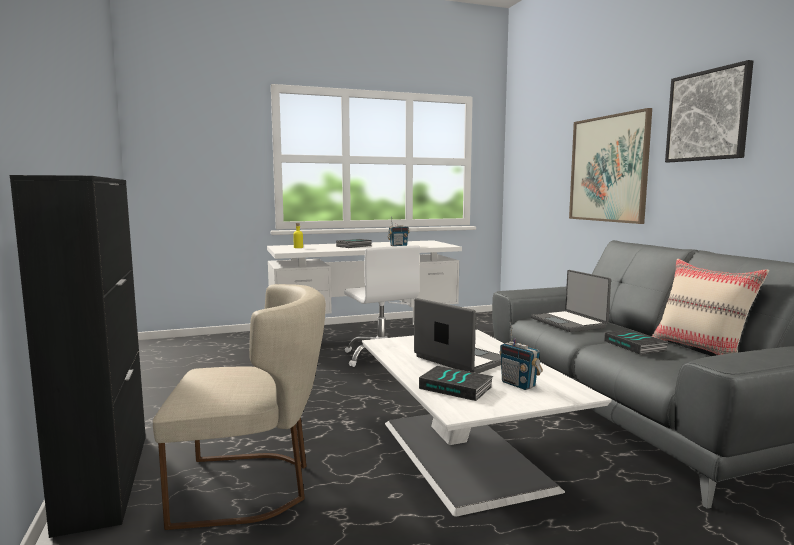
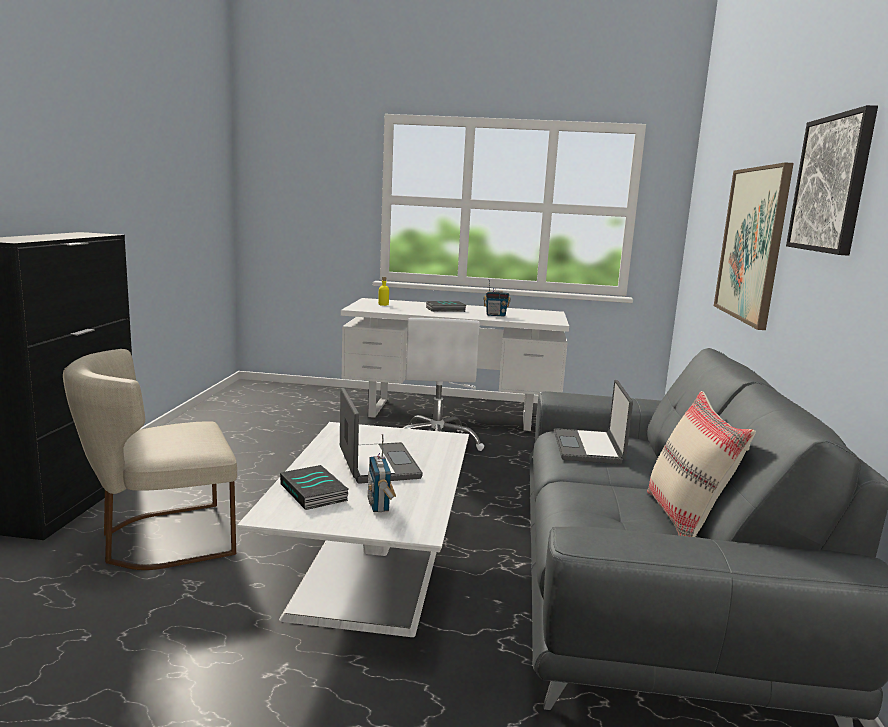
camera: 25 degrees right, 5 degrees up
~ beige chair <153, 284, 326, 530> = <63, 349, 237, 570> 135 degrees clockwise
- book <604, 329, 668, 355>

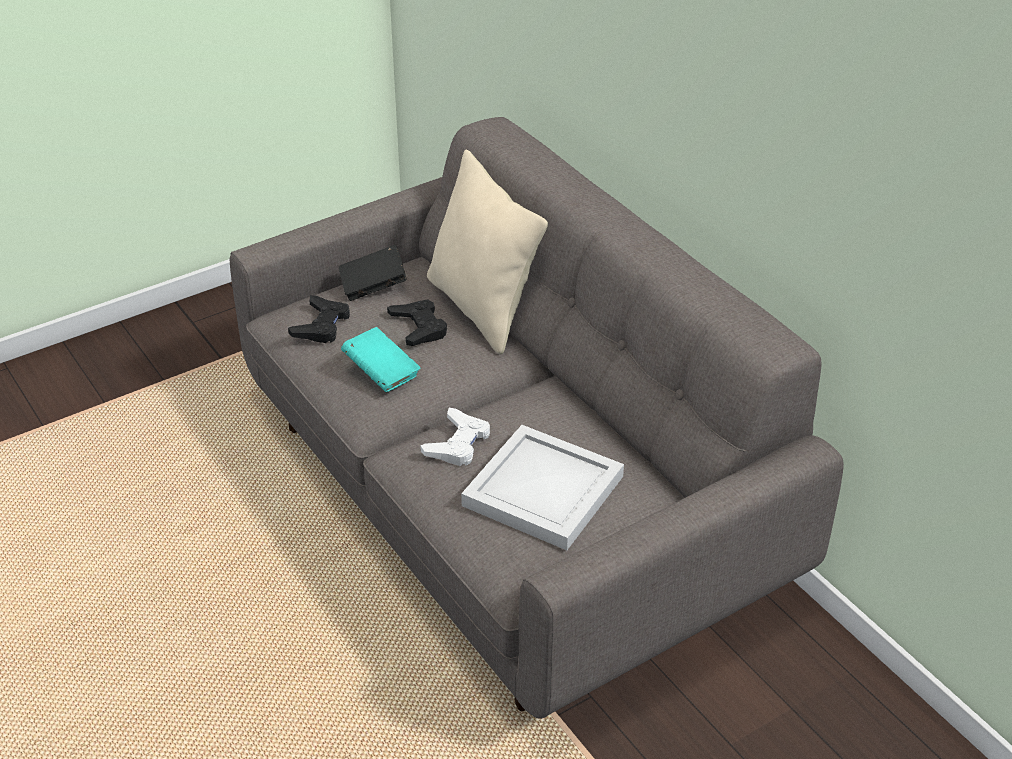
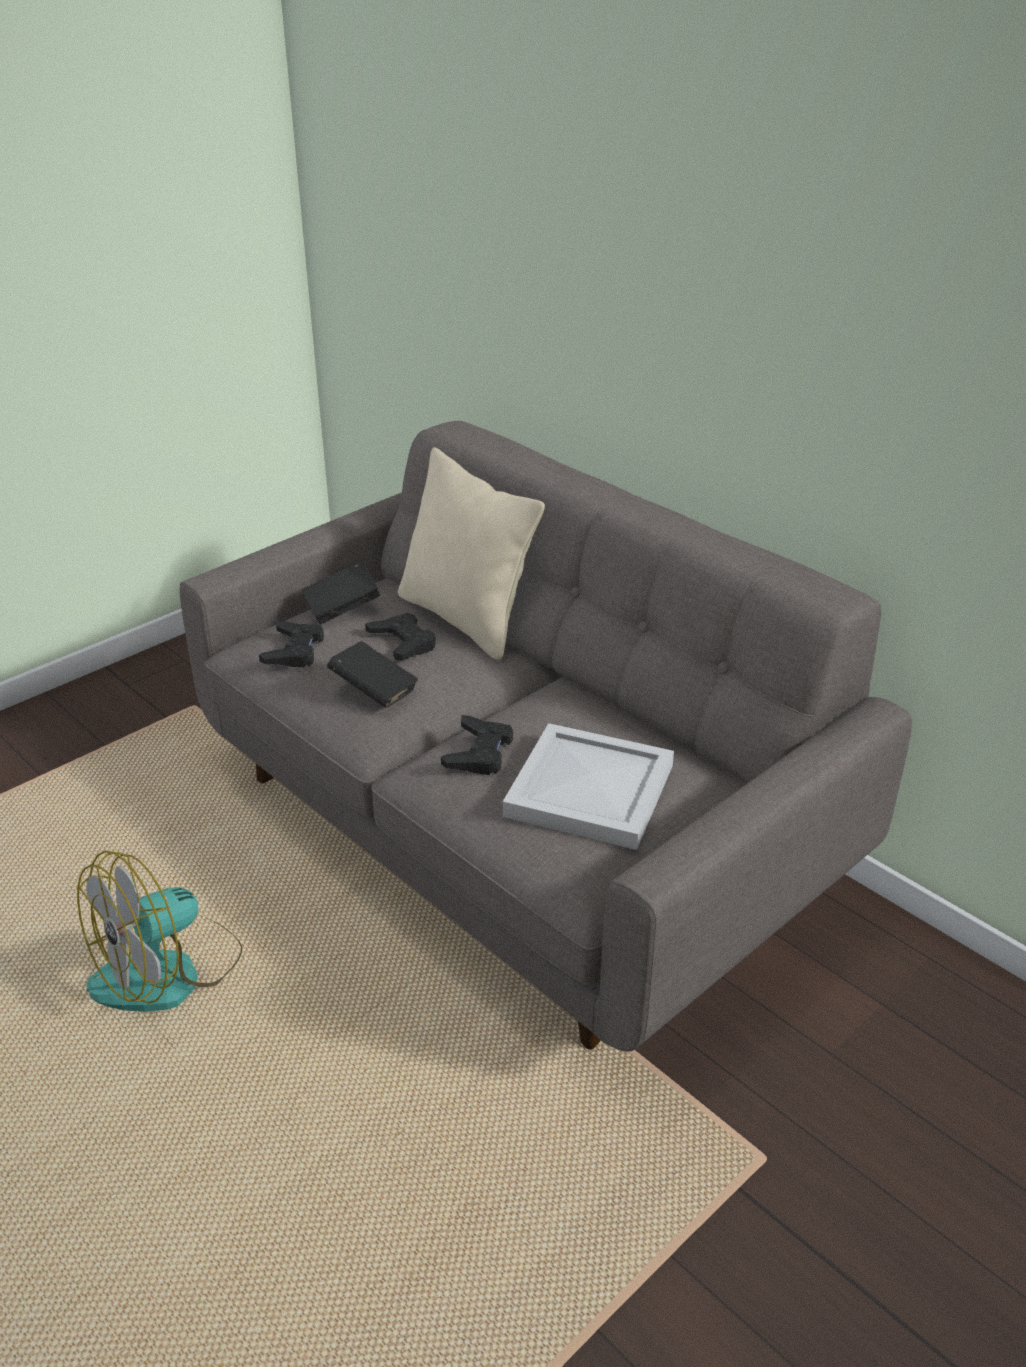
camera: 10 degrees left, 5 degrees down
+ fan <77, 851, 242, 1012>
~ turquoise book <341, 327, 421, 392> to black book <327, 641, 418, 708>
~ white game controller <420, 408, 490, 466> to black game controller <441, 715, 513, 775>

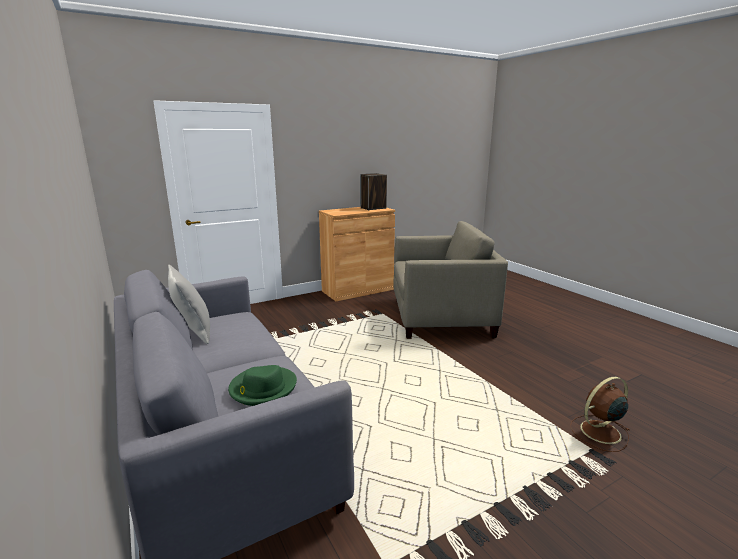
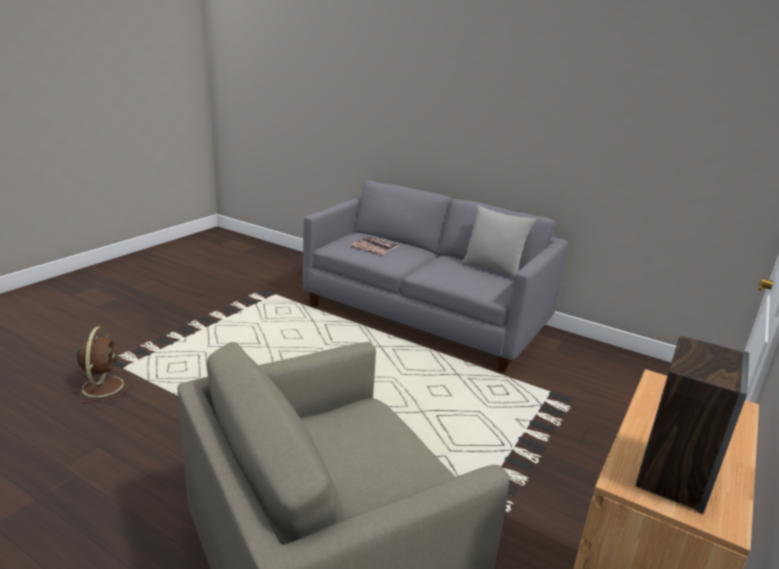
camera: 150 degrees right, 5 degrees up
~ brown fan <570, 377, 629, 452> = <74, 327, 133, 404> 45 degrees counterclockwise
~ green hat <228, 365, 297, 406> to book <350, 236, 399, 255>

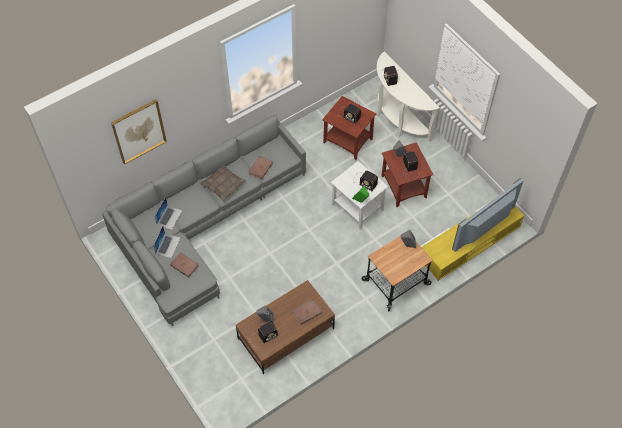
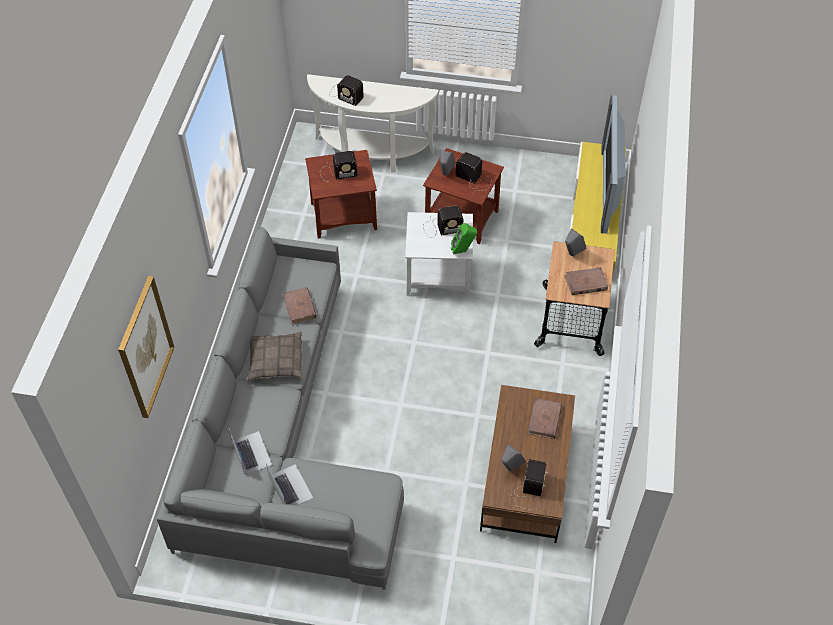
camera: 45 degrees left, 5 degrees down
~ brown book <170, 252, 199, 277> to <564, 267, 608, 295>

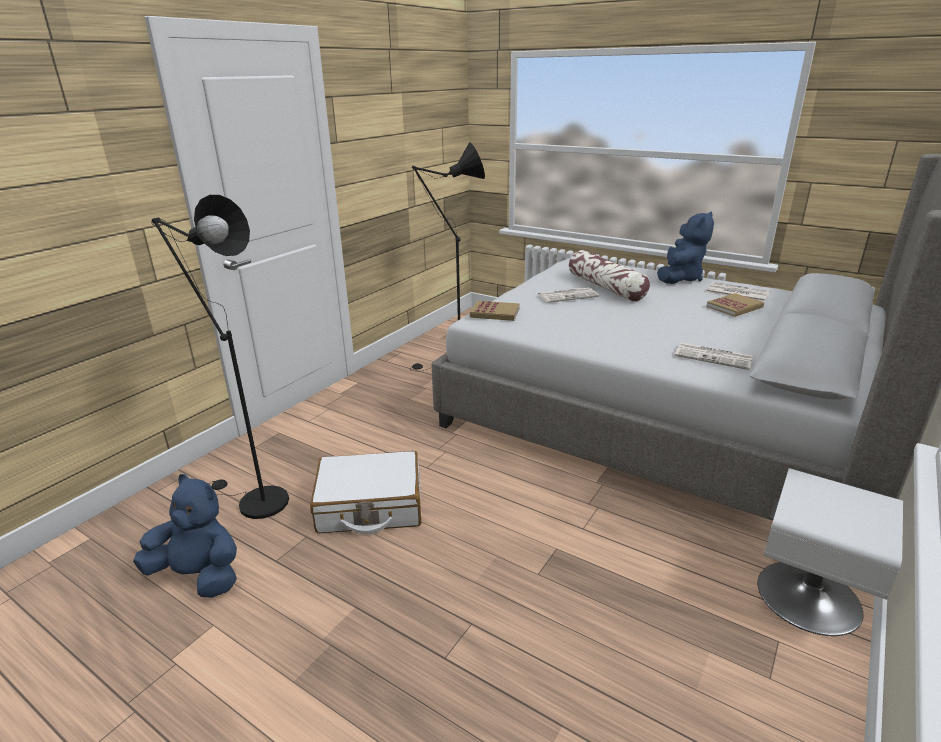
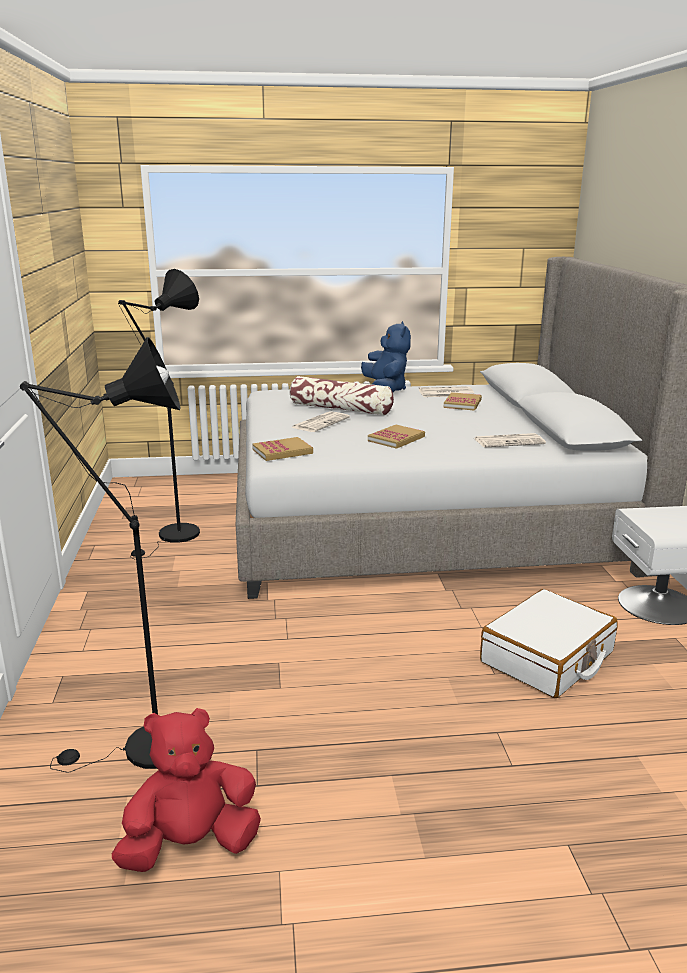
camera: 40 degrees left, 5 degrees down
~ blue plush toy <133, 474, 237, 598> to red plush toy <112, 708, 261, 872>
+ book <368, 425, 425, 449>
~ white suitcase <310, 451, 421, 534> to <480, 589, 618, 698>

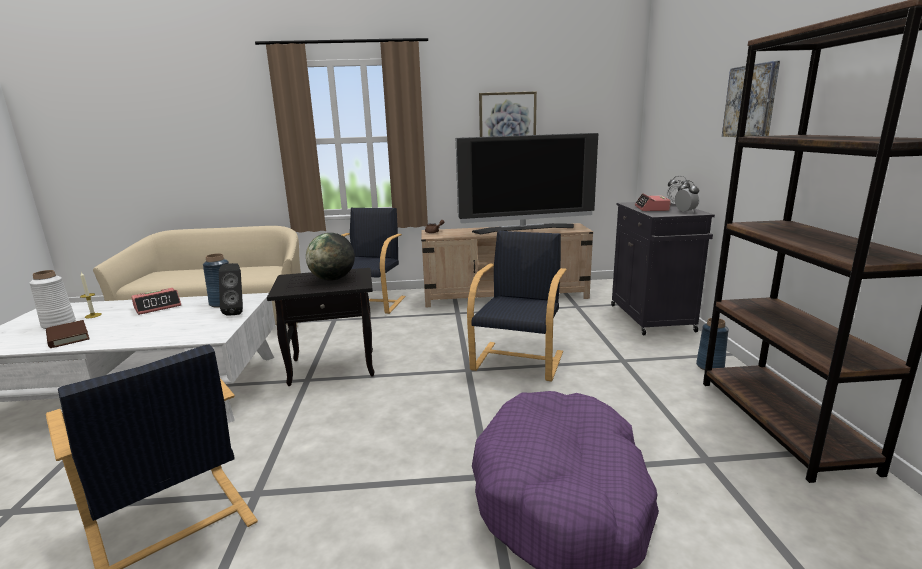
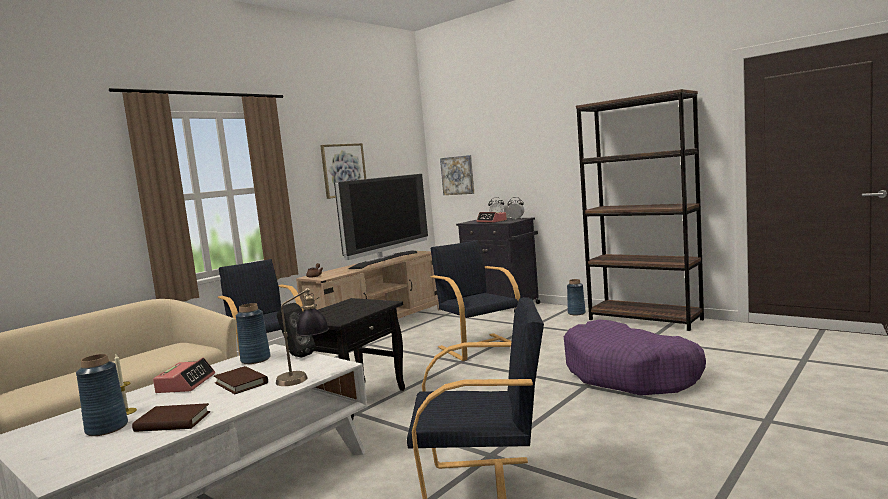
camera: 45 degrees left, 10 degrees down
~ white vase <29, 270, 76, 329> to blue vase <76, 354, 128, 436>
+ brown book <214, 366, 268, 394>
+ table lamp <276, 288, 329, 386>
~ picture <722, 61, 780, 137> to <440, 155, 474, 195>
- globe <306, 233, 355, 281>

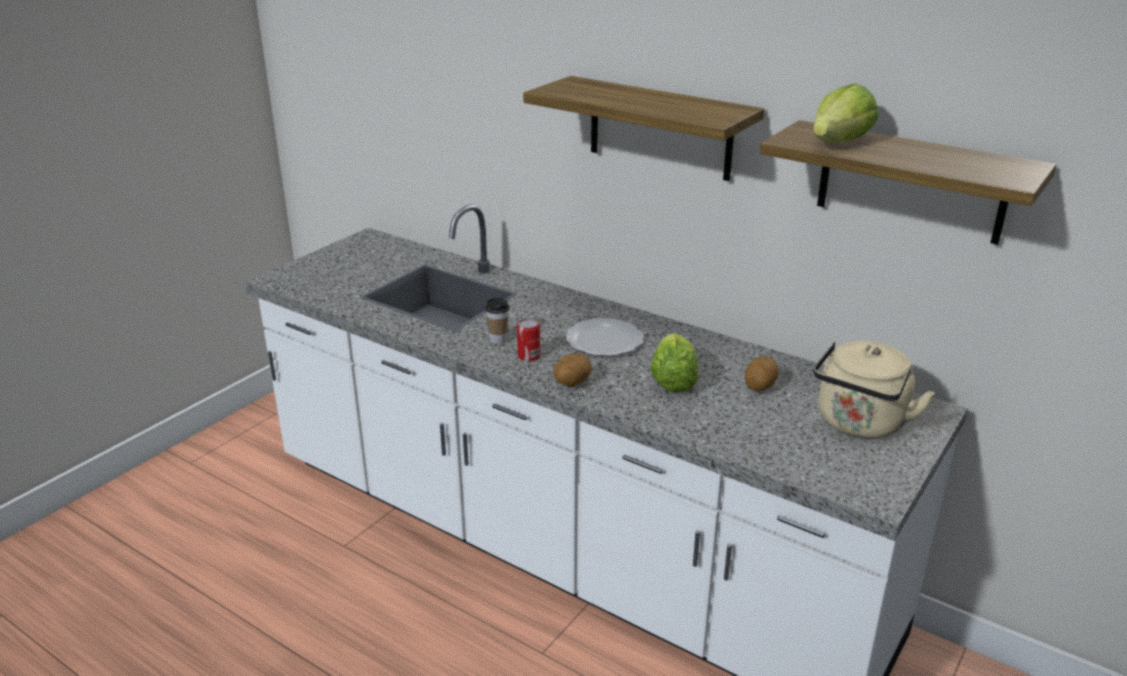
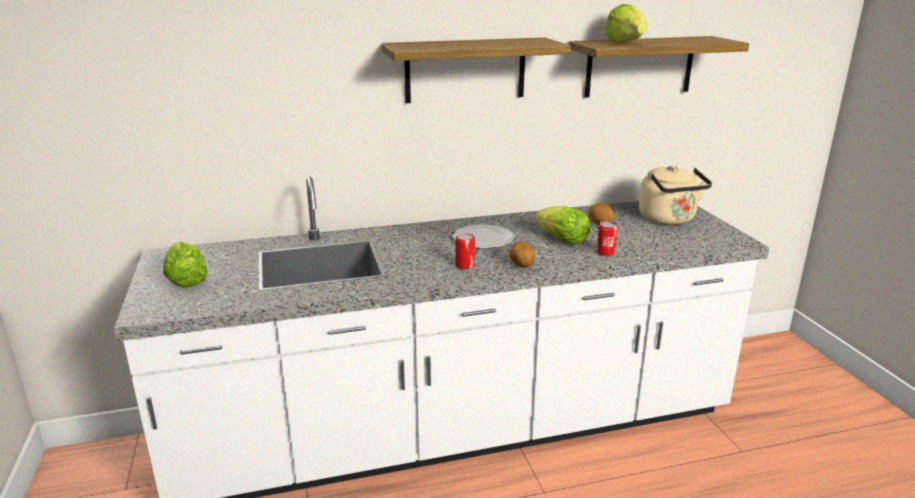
camera: 50 degrees left, 5 degrees down
+ lettuce <163, 241, 208, 288>
+ can <597, 221, 618, 256>
- cup <485, 298, 509, 344>

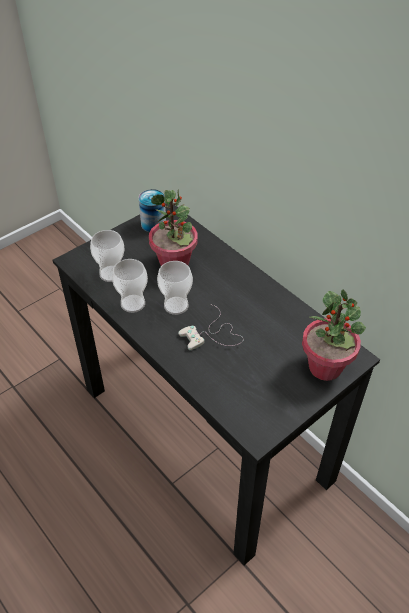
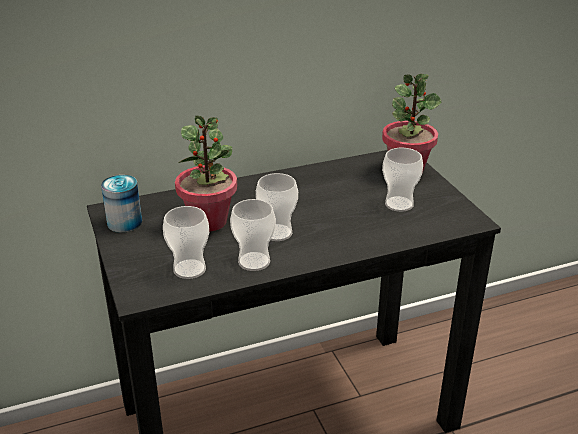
camera: 70 degrees left, 15 degrees down
+ cup <382, 148, 423, 212>
- white game controller <178, 304, 244, 350>

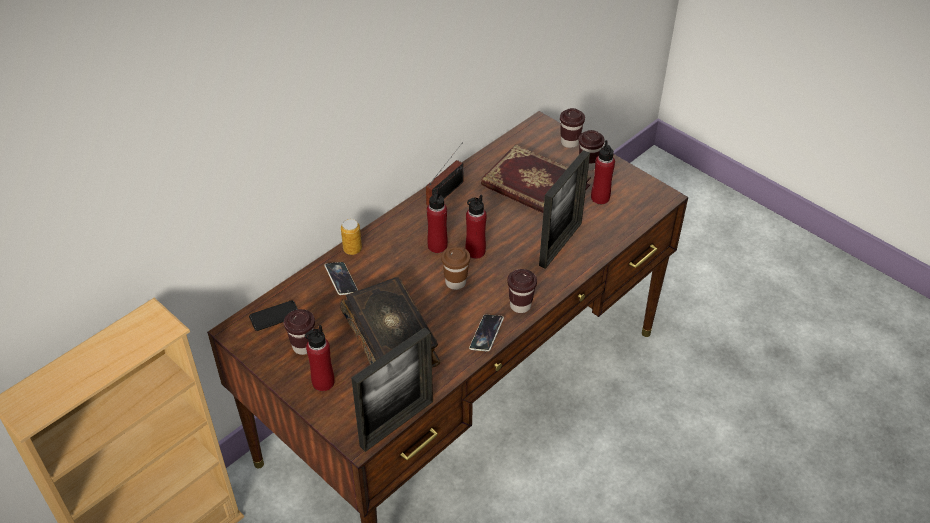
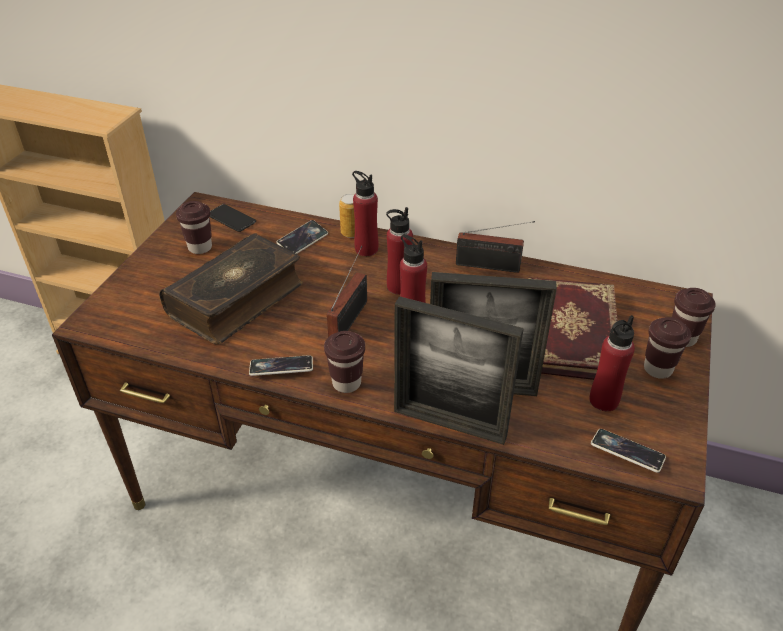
camera: 65 degrees right, 5 degrees down
~ brown cup <441, 246, 470, 290> to radio <327, 246, 367, 337>
~ red bottle <305, 325, 334, 391> to <352, 171, 378, 256>
~ picture frame <351, 327, 433, 452> to <394, 296, 524, 445>
+ phone <591, 429, 666, 473>

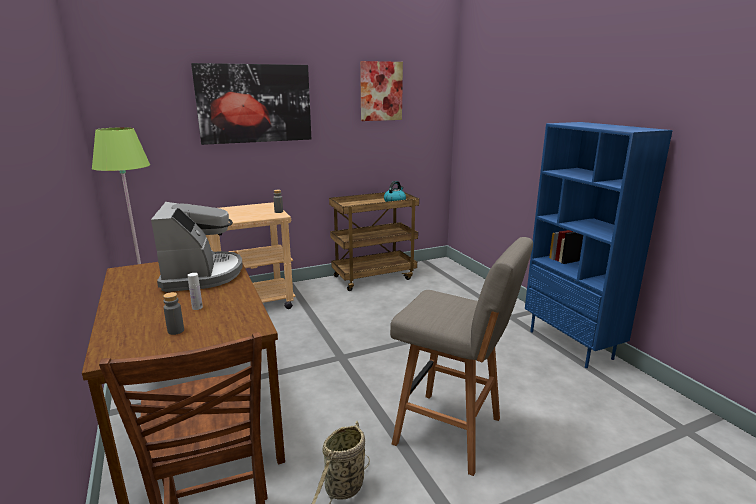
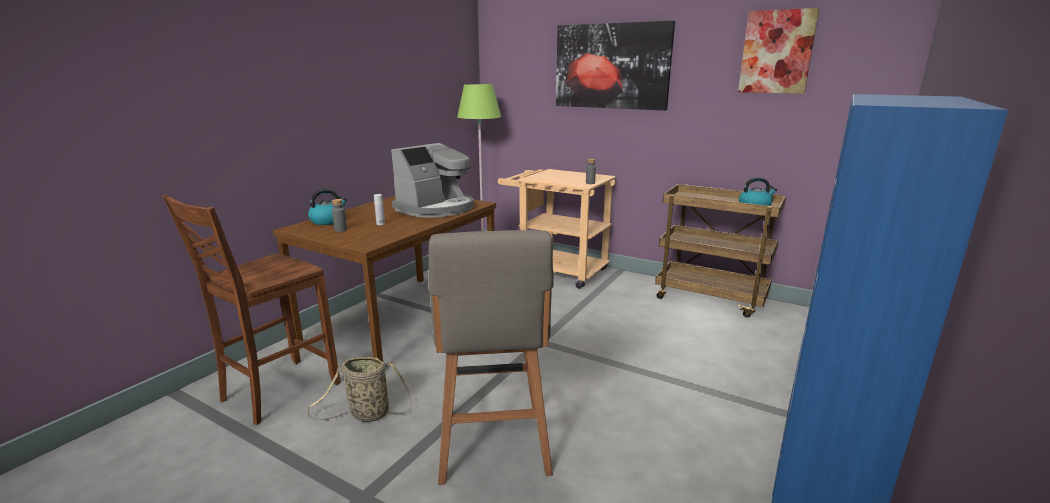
camera: 55 degrees right, 0 degrees up
+ kettle <308, 189, 347, 225>

